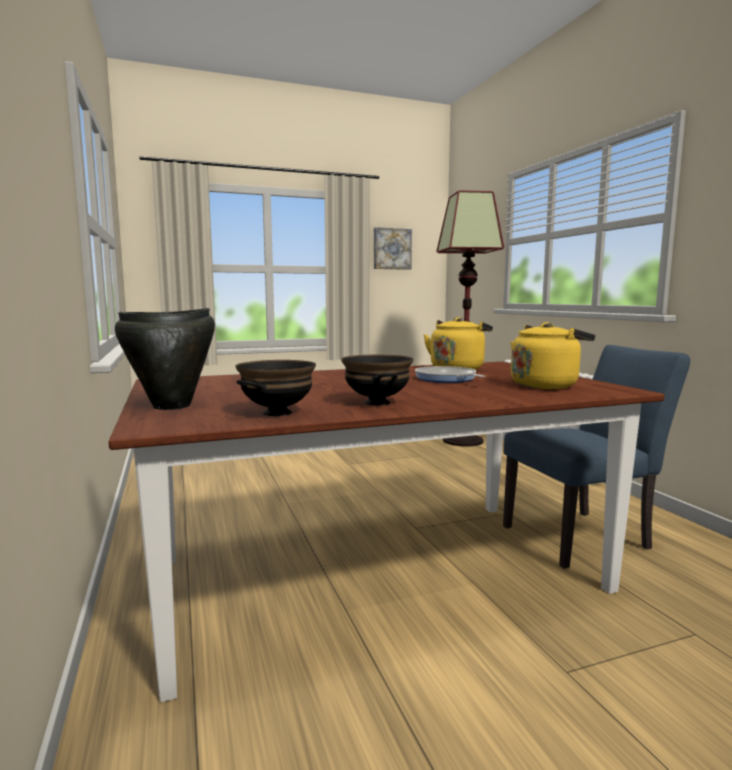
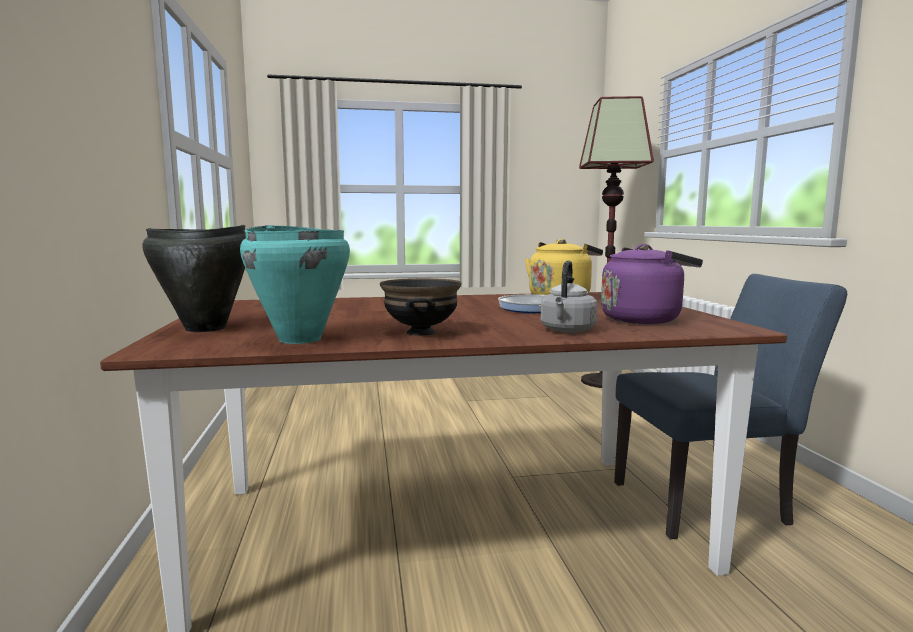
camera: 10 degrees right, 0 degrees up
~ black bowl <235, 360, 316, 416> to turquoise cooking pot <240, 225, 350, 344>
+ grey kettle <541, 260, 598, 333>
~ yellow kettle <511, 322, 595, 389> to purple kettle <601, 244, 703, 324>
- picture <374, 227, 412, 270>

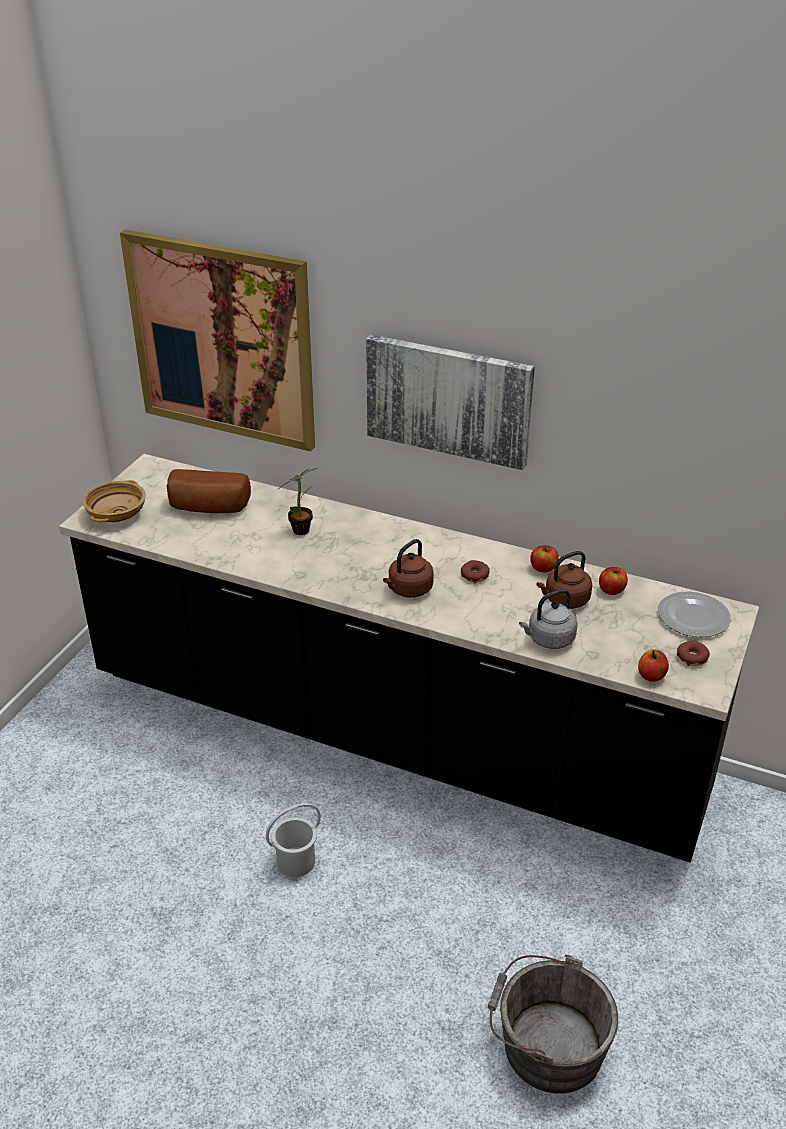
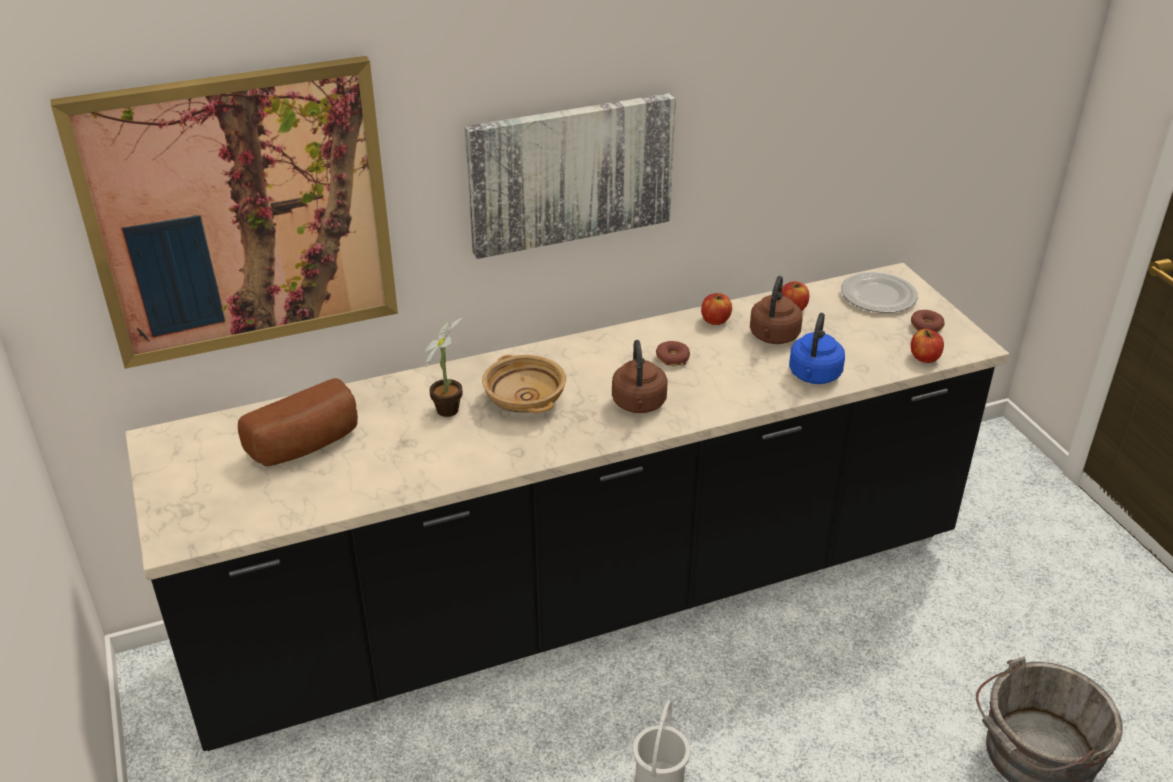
camera: 45 degrees left, 0 degrees up
~ beige bowl <82, 480, 146, 522> to <482, 355, 566, 413>
~ grey kettle <519, 589, 578, 649> to blue kettle <789, 313, 845, 384>

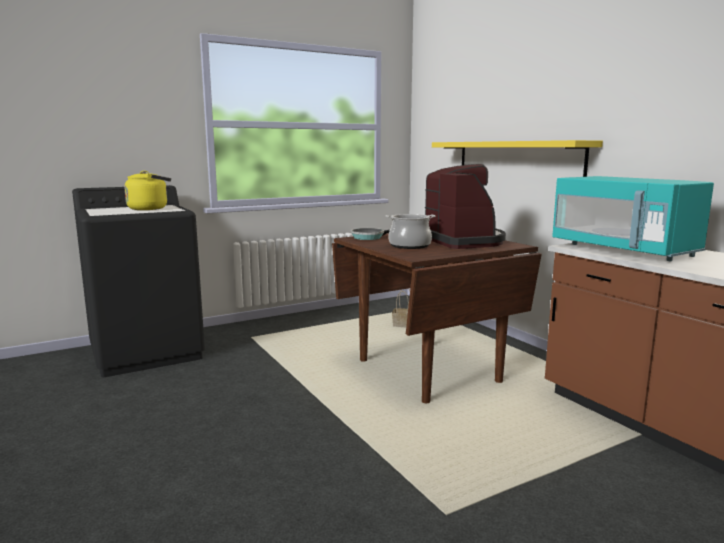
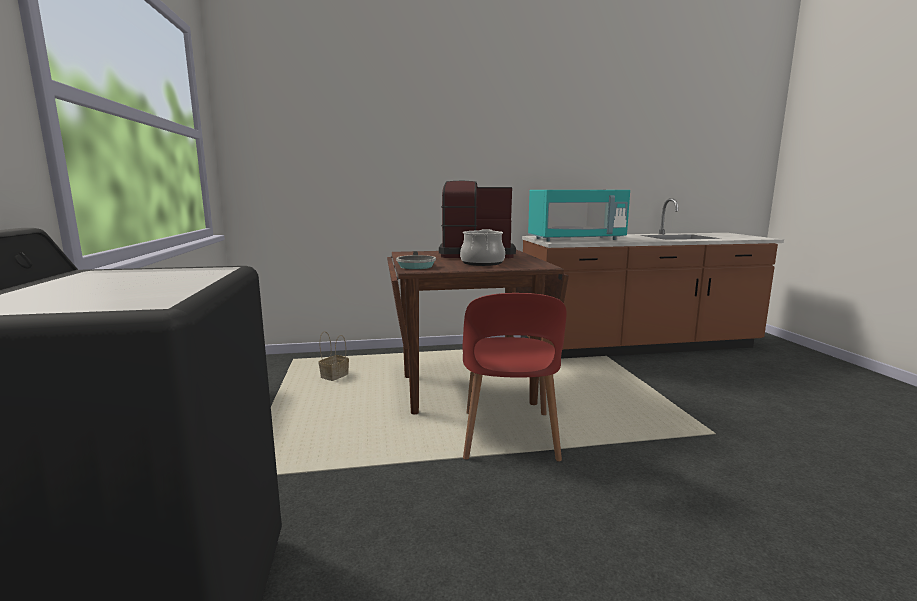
camera: 70 degrees left, 0 degrees up
+ red chair <462, 293, 567, 462>
- yellow kettle <124, 171, 171, 210>
- yellow shelf <432, 140, 603, 177>

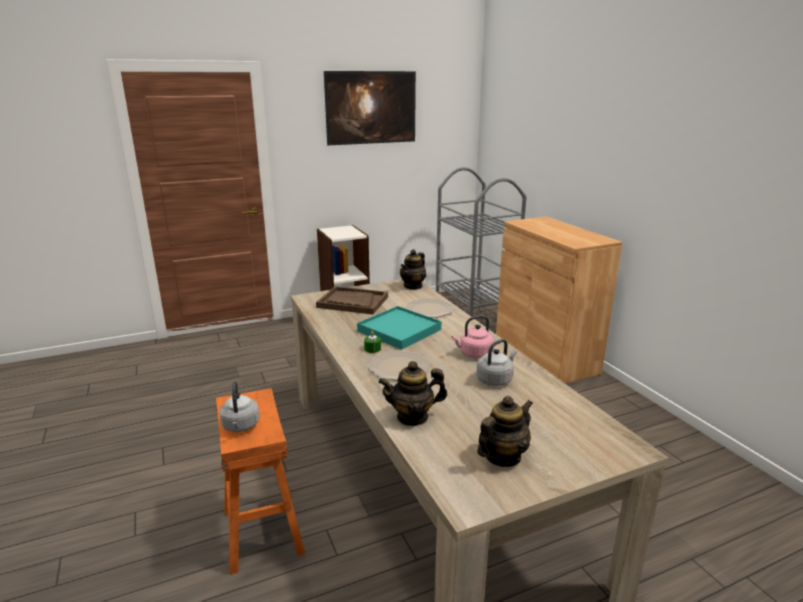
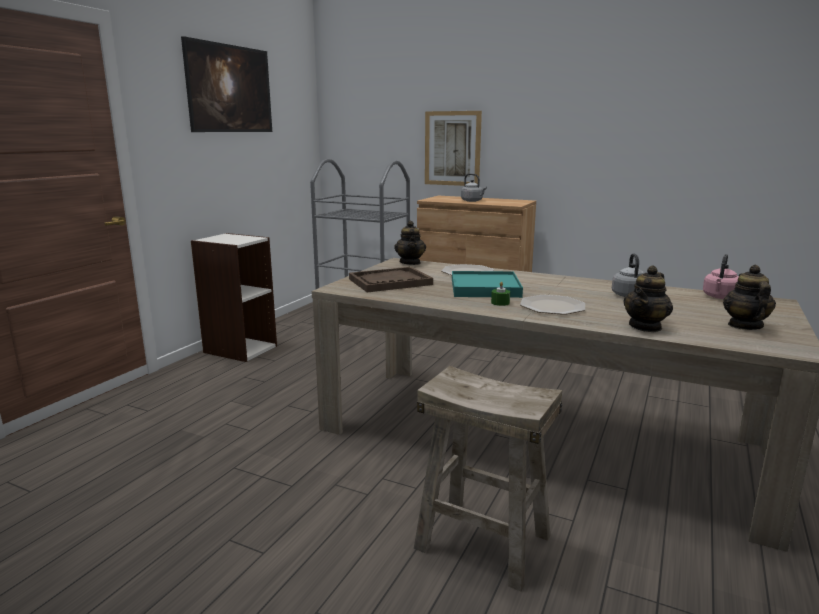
camera: 40 degrees left, 5 degrees down
~ orange stool <216, 388, 305, 575> to beige stool <414, 366, 562, 592>
+ picture <425, 111, 482, 186>
~ grey kettle <219, 381, 260, 432> to <461, 173, 487, 202>
~ pink kettle <452, 315, 494, 358> to <703, 254, 738, 299>

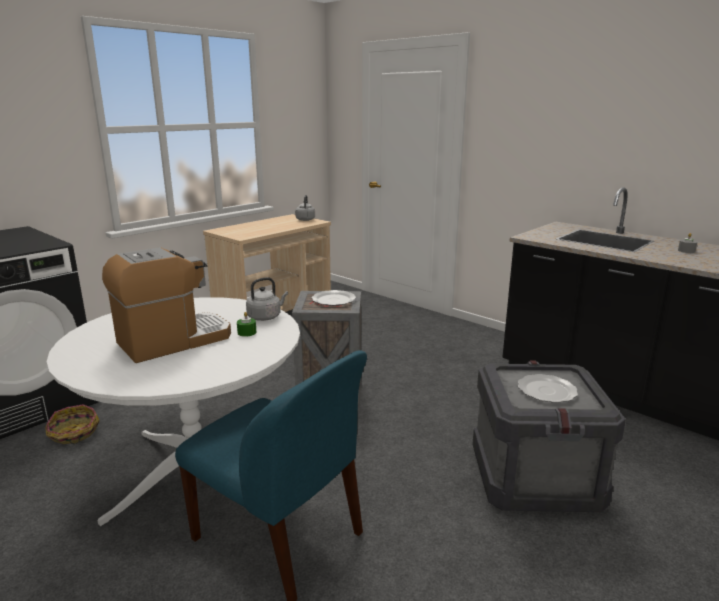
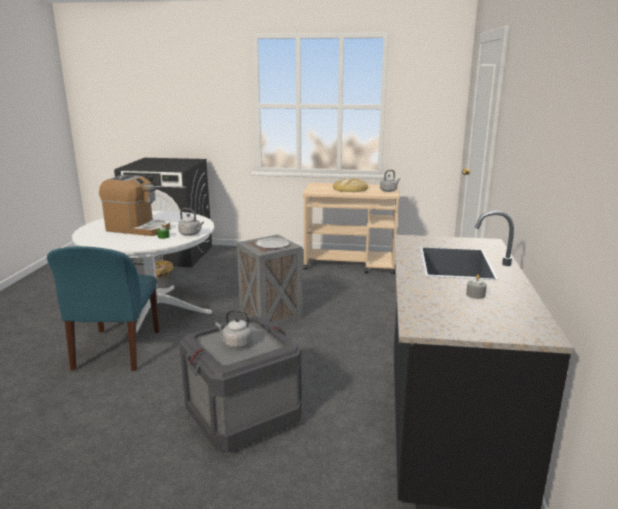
camera: 55 degrees right, 0 degrees up
~ plate <518, 374, 578, 403> to grey kettle <216, 310, 253, 348>
+ bread <333, 178, 368, 192>

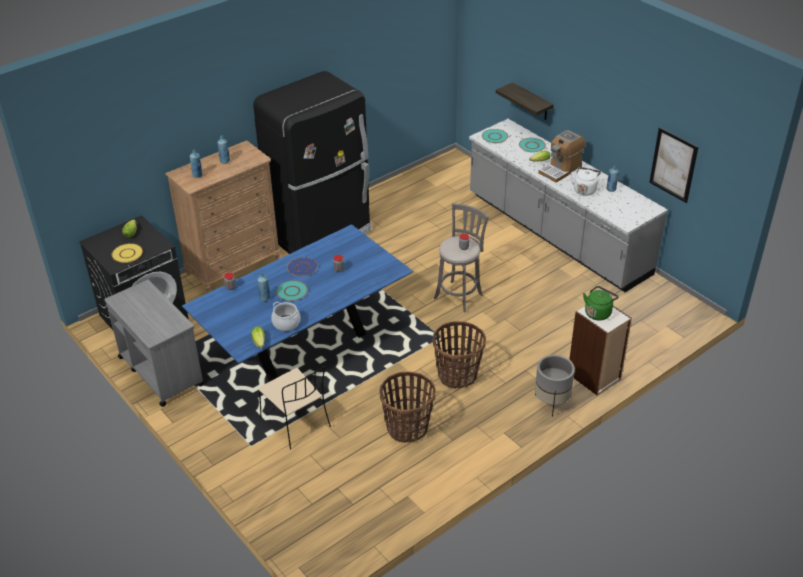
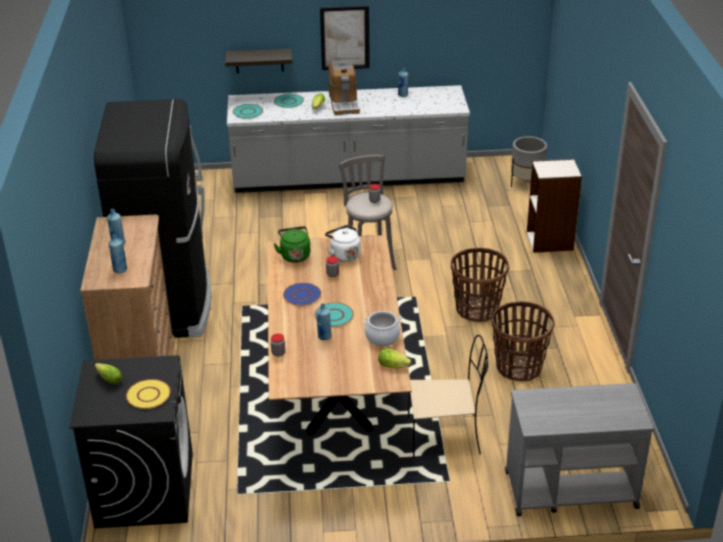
camera: 55 degrees left, 5 degrees down
~ blue dining table <182, 224, 413, 382> to brown dining table <268, 235, 412, 435>
~ green kettle <583, 286, 619, 321> to <274, 226, 311, 263>
~ picture <649, 127, 698, 203> to <320, 6, 370, 70>
~ white kettle <570, 167, 601, 196> to <325, 225, 361, 262>
~ grey cart <104, 279, 204, 407> to <505, 383, 654, 516>
~ grey planter <535, 355, 575, 417> to <511, 136, 547, 187>

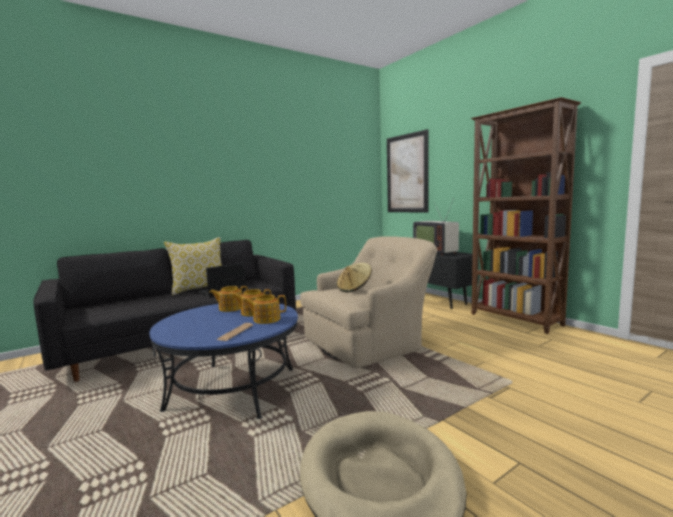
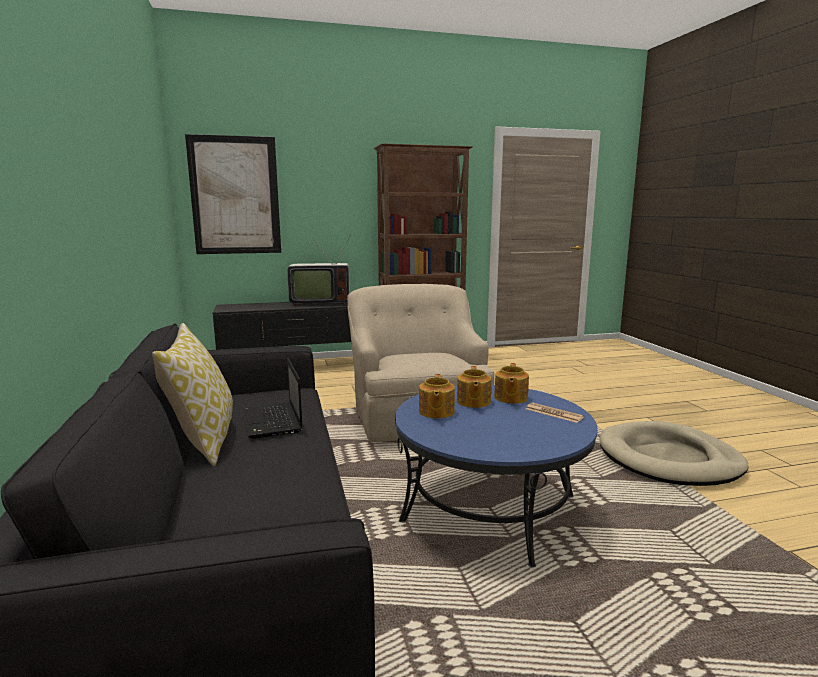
camera: 70 degrees left, 5 degrees up
- beige hat <337, 263, 372, 292>

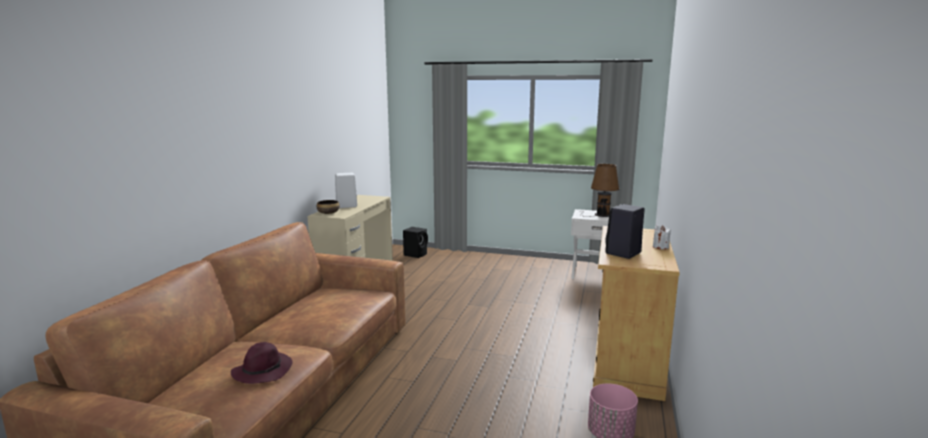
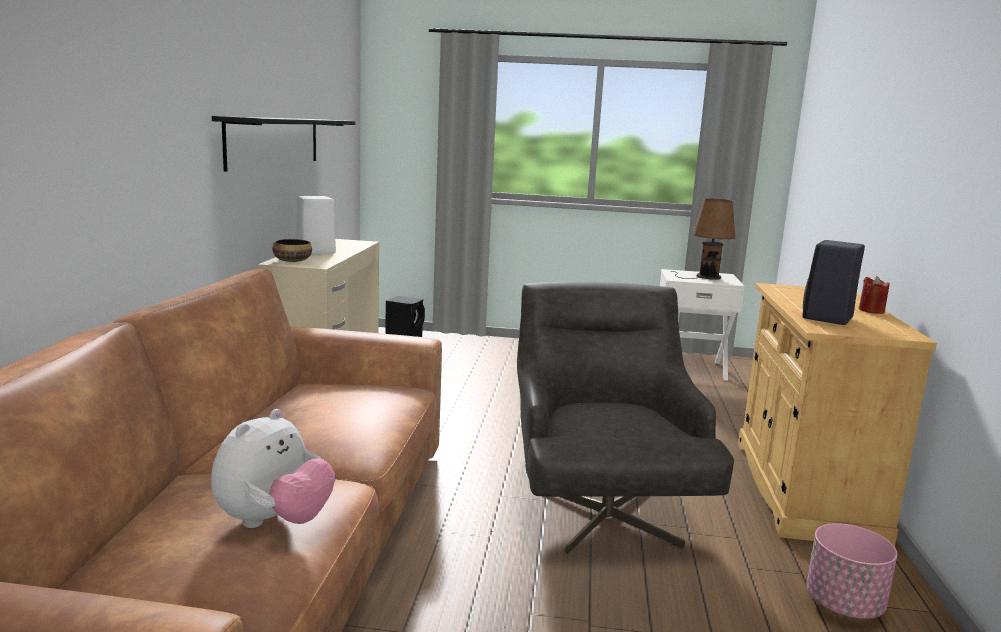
camera: 10 degrees left, 0 degrees up
~ purple hat <231, 342, 293, 384> to plush toy <211, 409, 335, 528>
+ black shelf <212, 116, 355, 172>
+ grey armchair <517, 282, 734, 553>
~ white candle <653, 225, 671, 249> to red candle <858, 276, 890, 314>

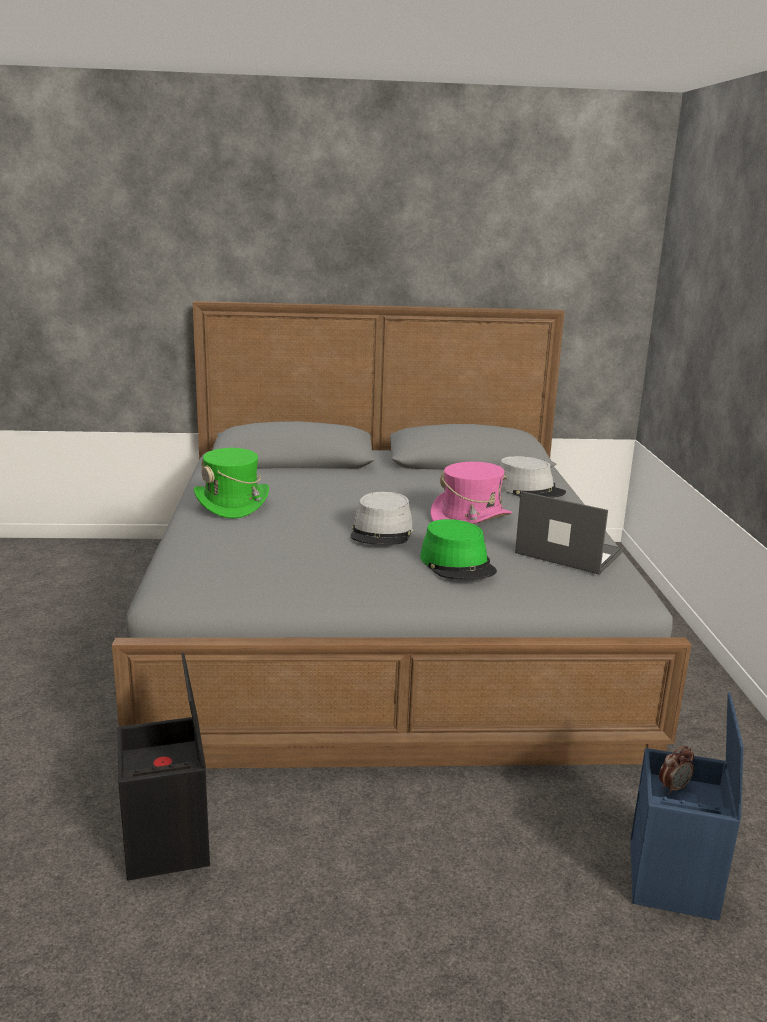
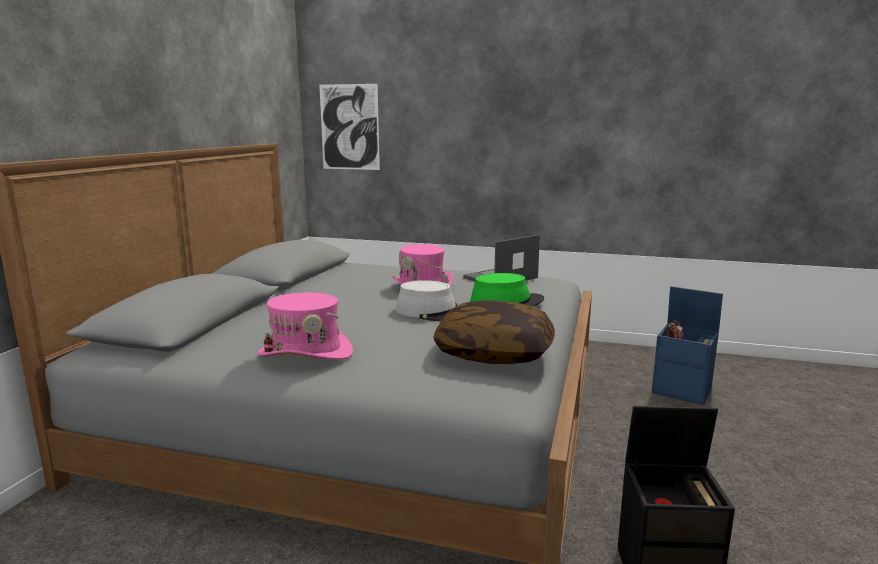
camera: 70 degrees left, 5 degrees down
~ green hat <194, 448, 269, 518> to pink hat <258, 293, 353, 360>
+ picture <319, 84, 380, 170>
+ pillow <433, 301, 555, 364>
- grey hat <500, 456, 566, 498>

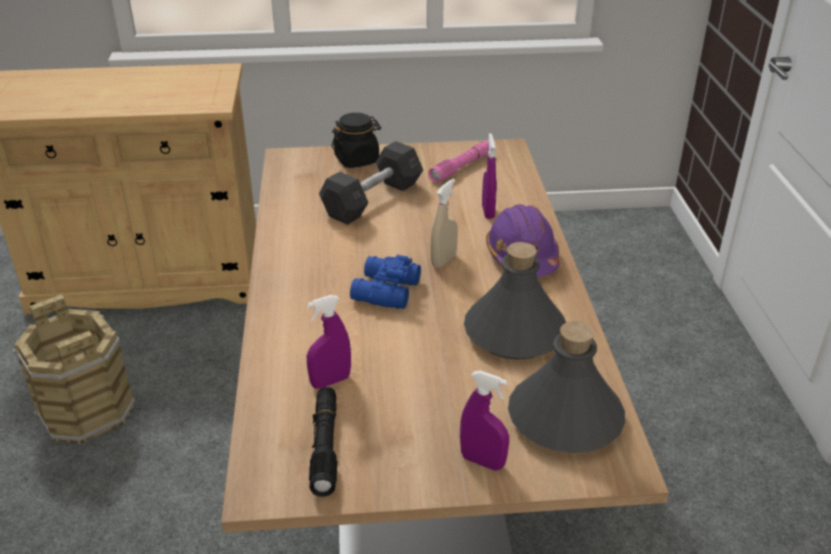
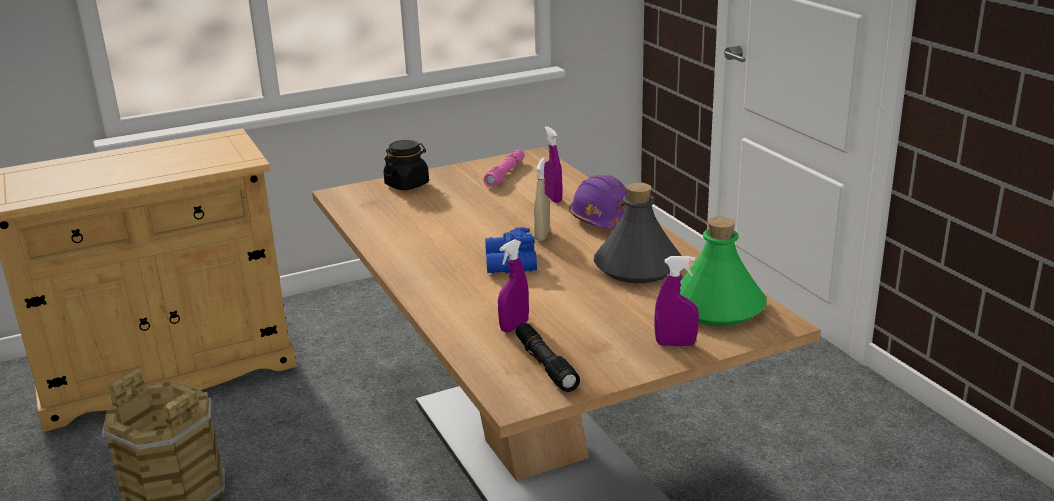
camera: 20 degrees left, 10 degrees down
~ grey bottle <508, 321, 625, 453> to green bottle <680, 217, 766, 326>
- grey dumbbell <319, 141, 423, 225>

